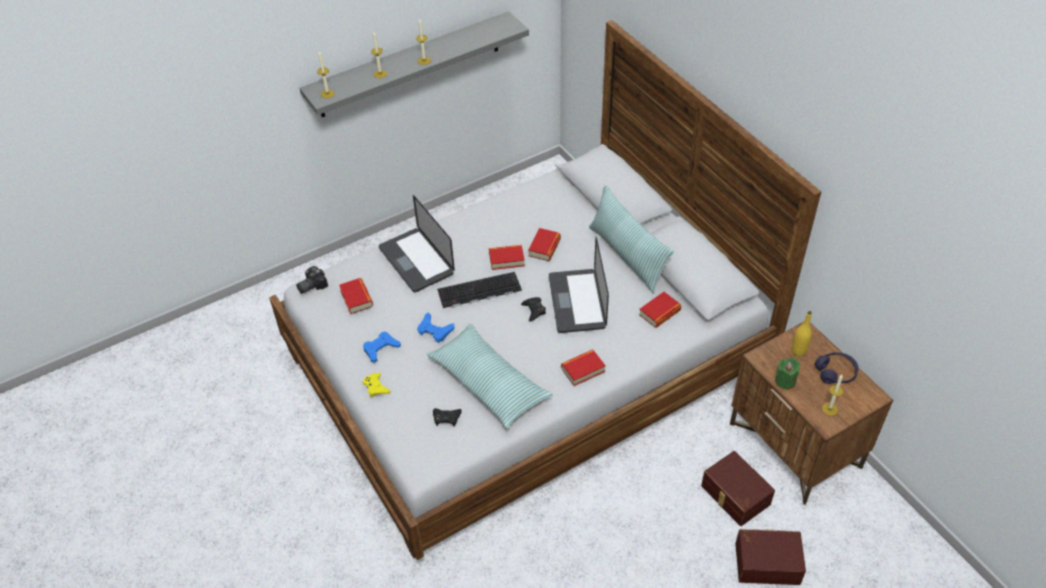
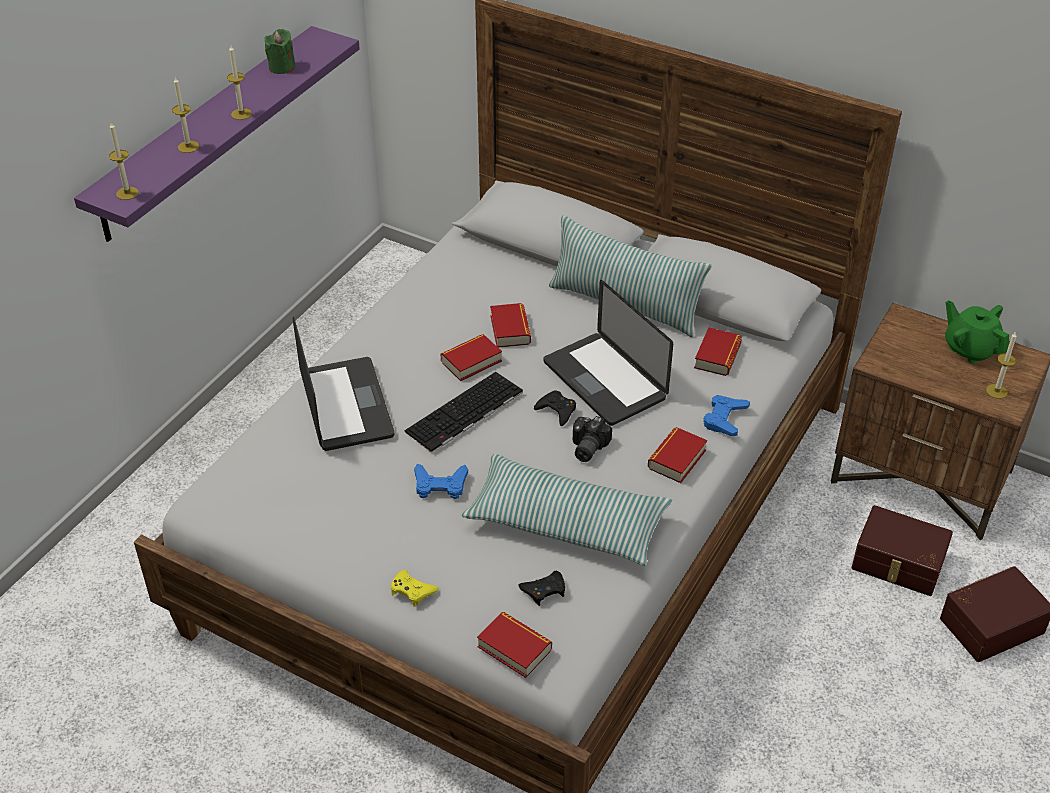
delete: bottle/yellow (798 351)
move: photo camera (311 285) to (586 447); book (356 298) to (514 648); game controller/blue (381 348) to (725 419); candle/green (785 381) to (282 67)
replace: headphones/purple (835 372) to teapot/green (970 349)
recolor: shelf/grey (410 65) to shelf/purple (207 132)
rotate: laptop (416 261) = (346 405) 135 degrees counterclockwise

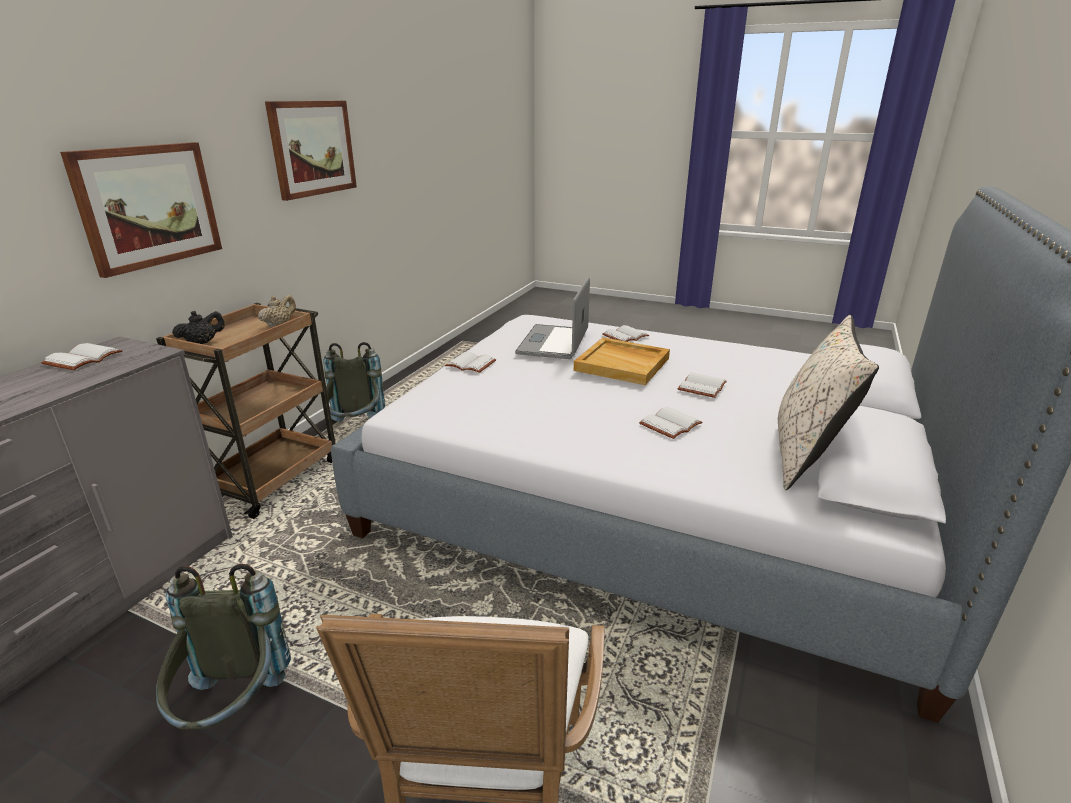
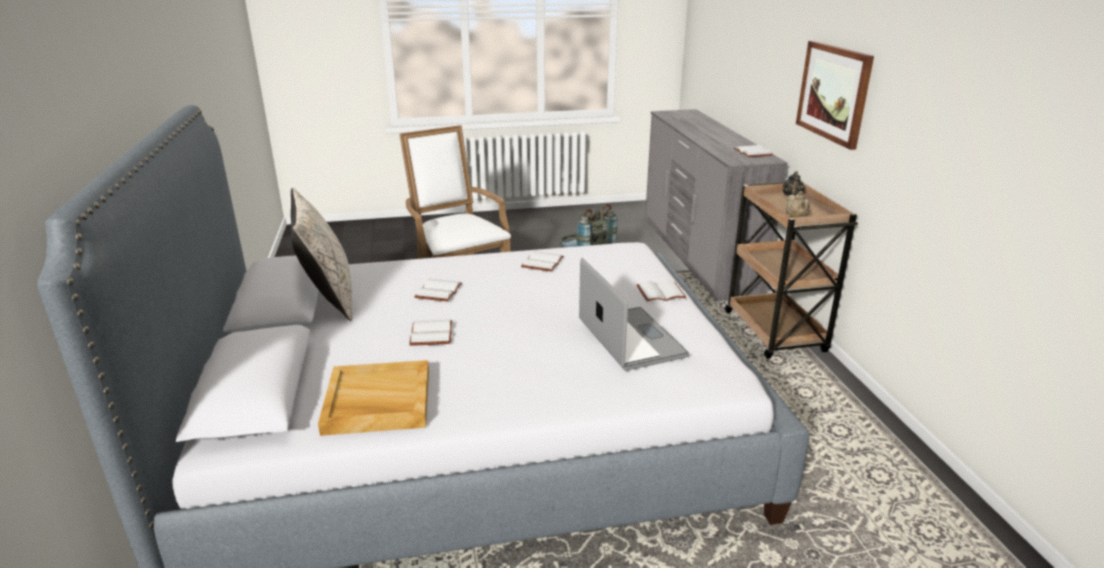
delete: picture (312 148); backpack/grey (356 428)
move: tray/beige (623 364) to (377 401); book/white (625 336) to (541 262)

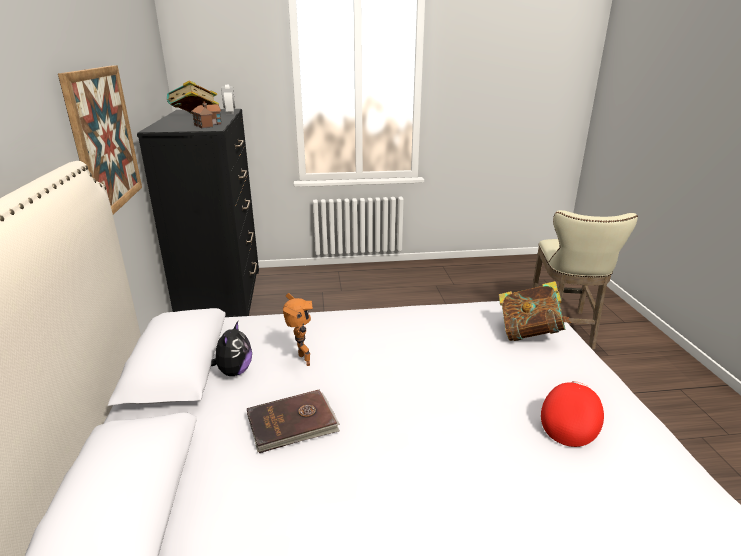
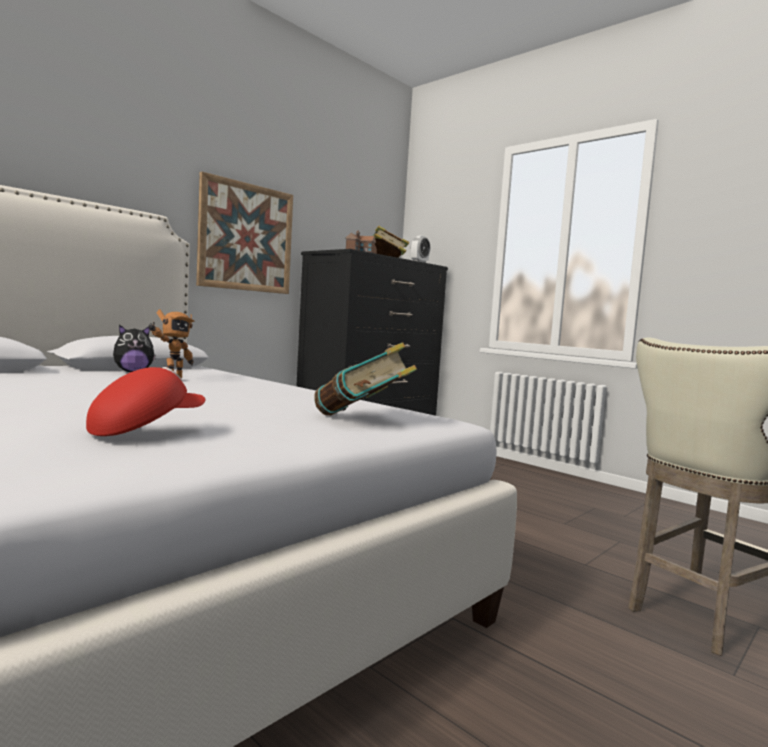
delete: book/brown (293 424)
rotate: cap/red (569 422) = (145 428) 45 degrees counterclockwise

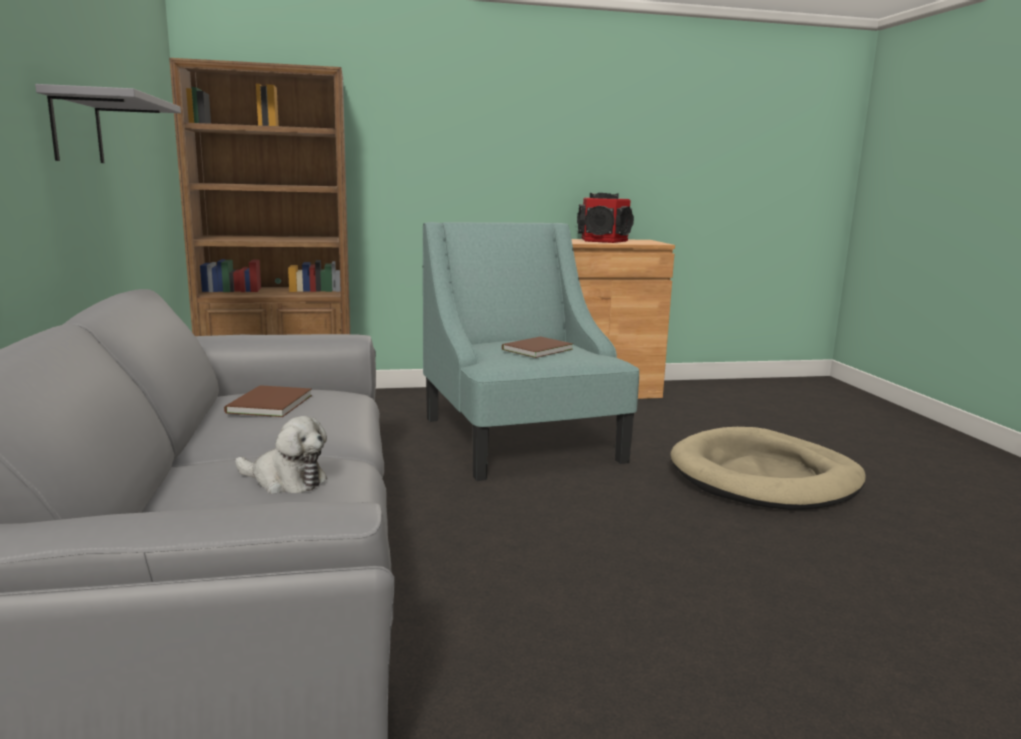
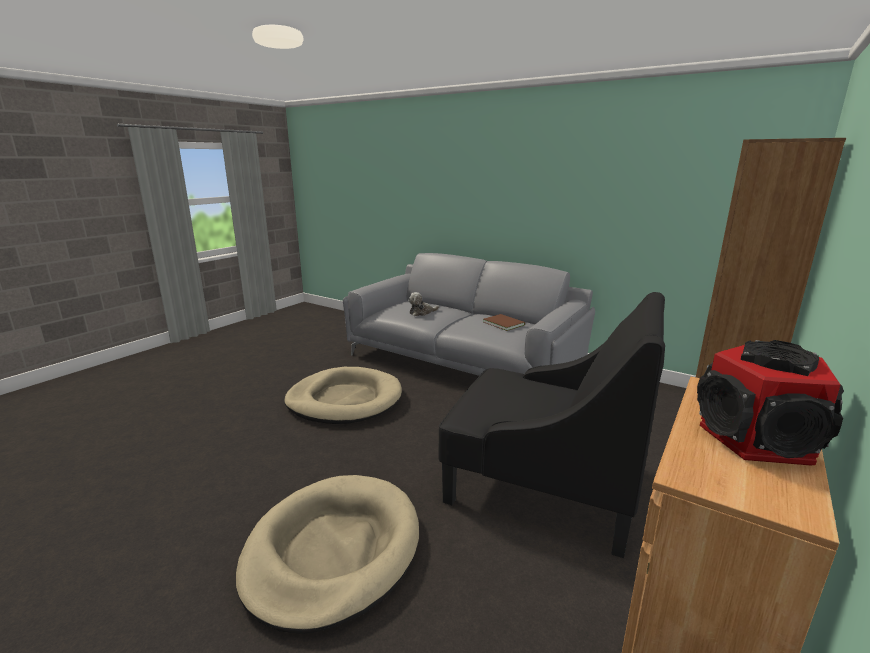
delete: shelf/grey (76 128); book/brown (535 349)
insert: dog bed/beige (344 400)
recolor: armchair/turquoise (521 439) to armchair/black (542 483)

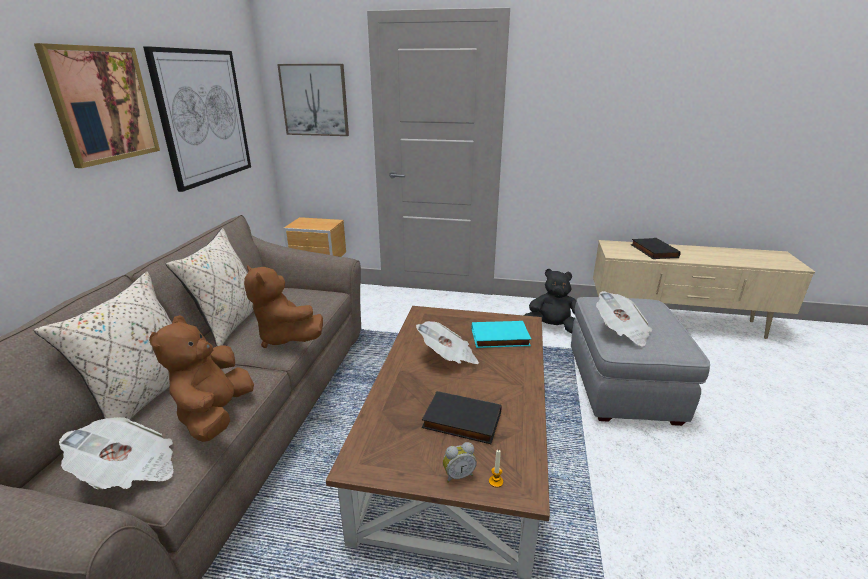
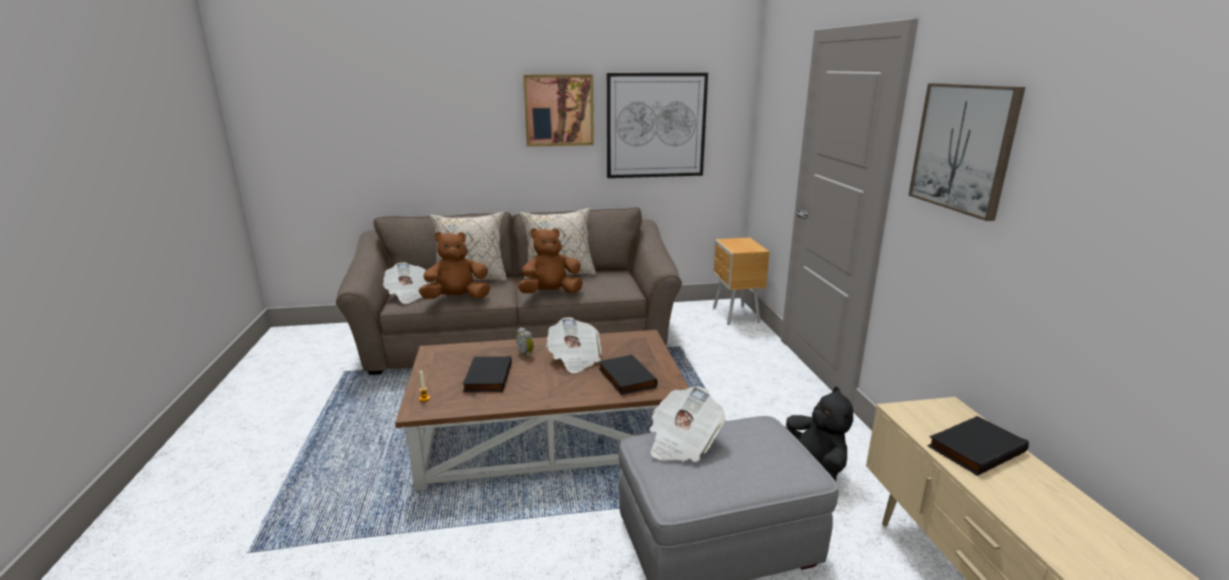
move: picture (315 100) to (963 148); alarm clock (458 475) to (526 353)
recolor: book/turquoise (499 338) to book/black (625 378)
rotate: plush toy/brown (285 337) = (550 293) 45 degrees clockwise

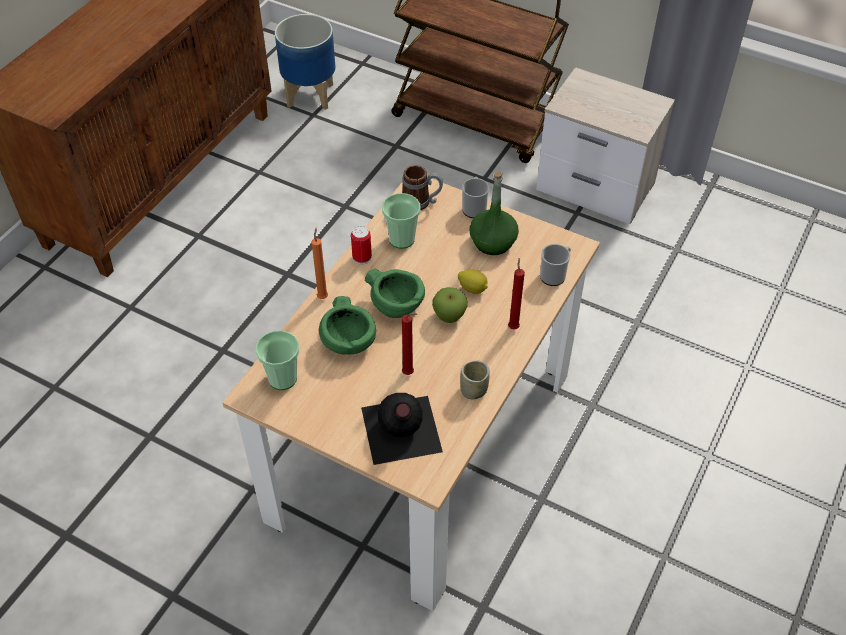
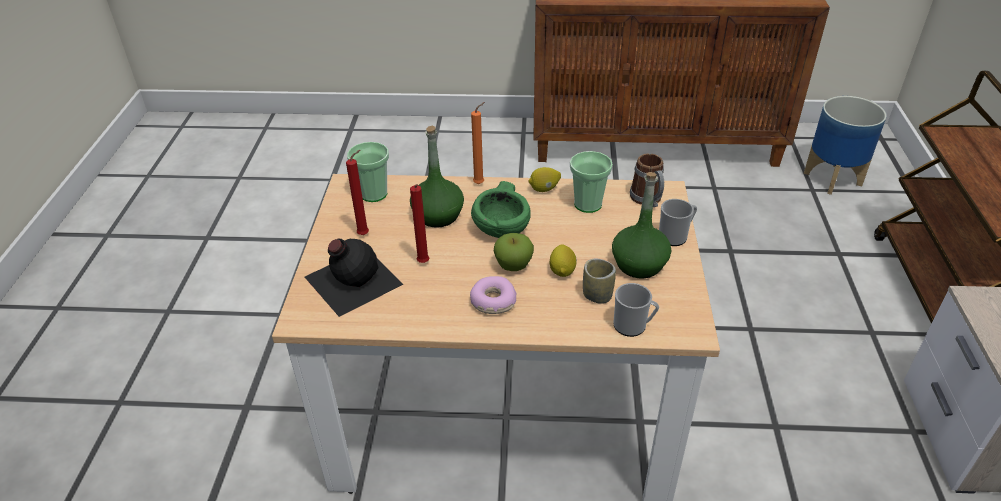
insert: donut (492 301)
move: cup (473 390) to (597 295); candle/red (513 326) to (365 234)
replace: bowl/green (349 342) to bottle/green (438 215); can (362 257) to lemon (544 189)

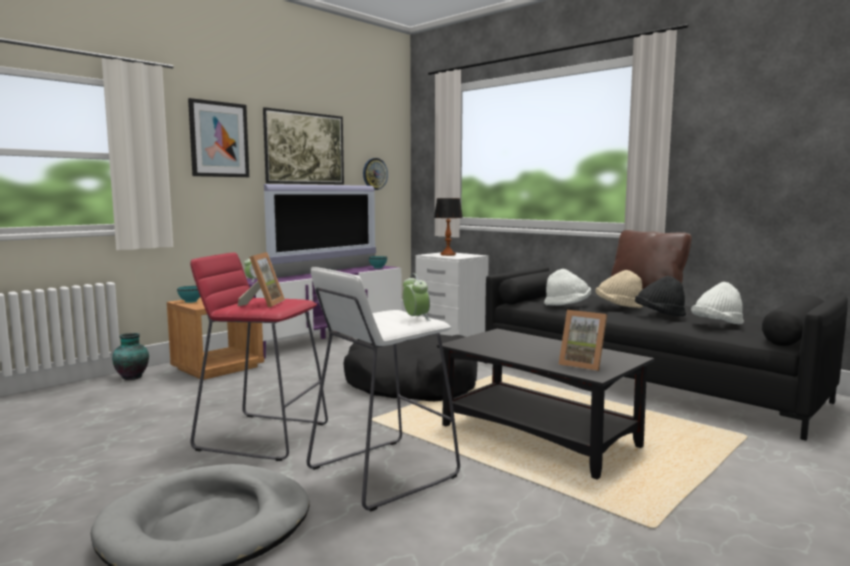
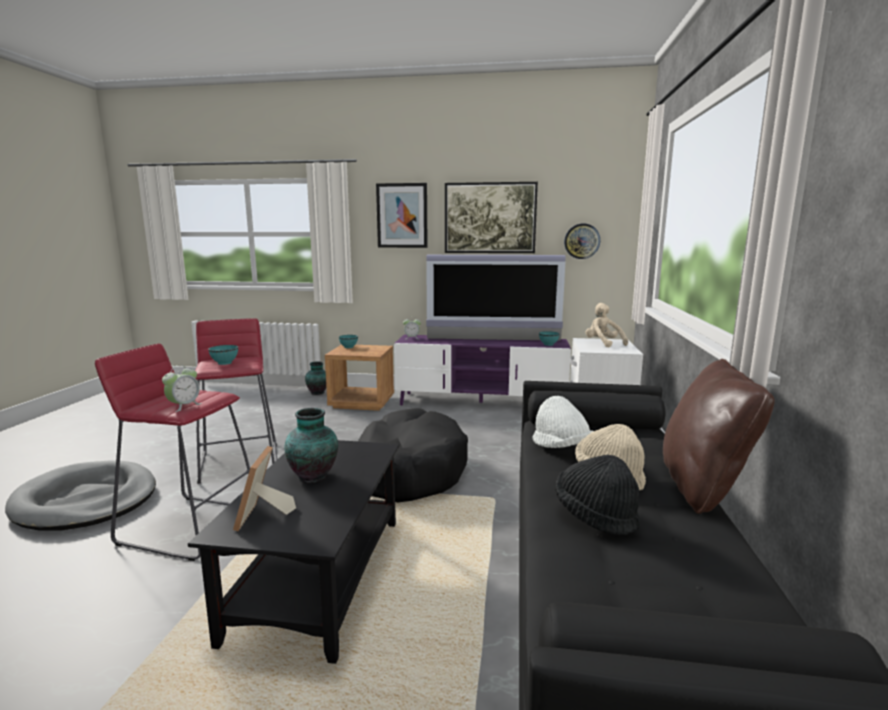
delete: hat/white (717 324)
insert: vase (314 476)
replace: picture frame (263 304) to bowl/turquoise (225 363); table lamp (448 254) to plush toy/beige (603 344)
recolor: stool/white (381 472) to stool/red (190 525)

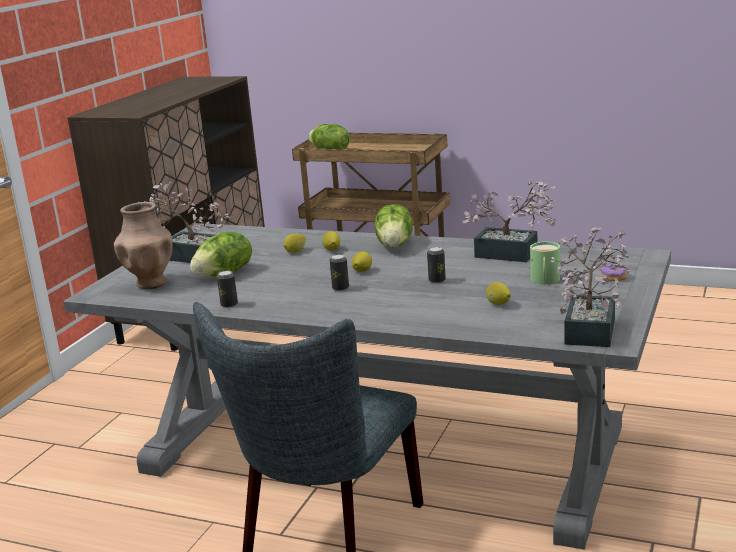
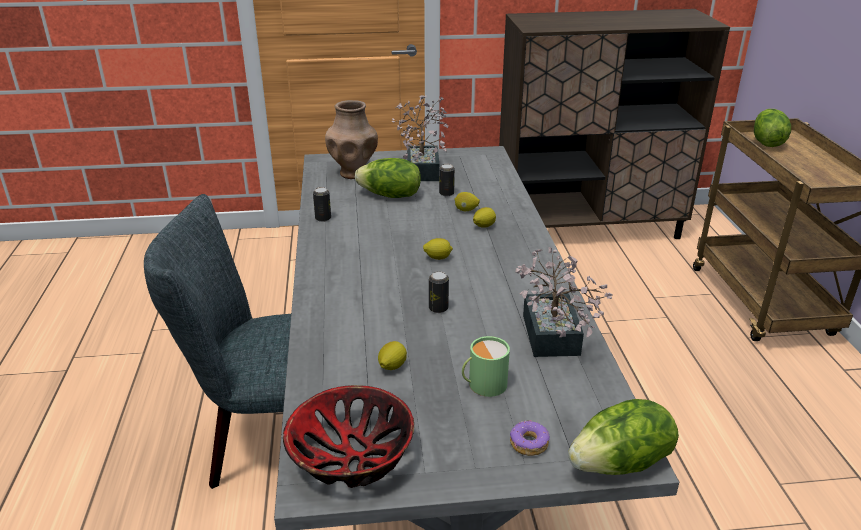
move: can (340 288) to (446 193); lettuce (395 245) to (621 463)
replace: potted plant (592 327) to bowl (350 457)

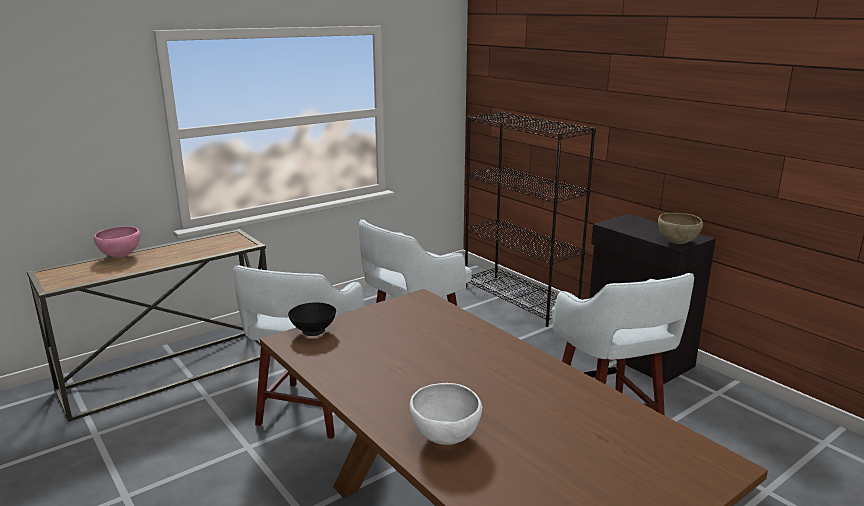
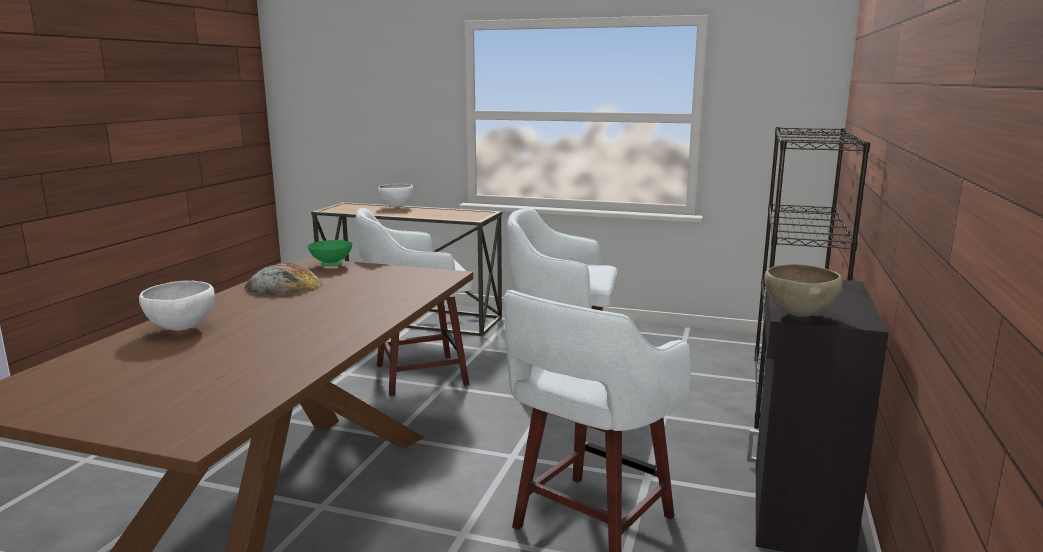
insert: bread (283 286)
recolor: bowl/pink (121 256) to bowl/white (396 207); bowl/black (313 333) to bowl/green (330 265)

